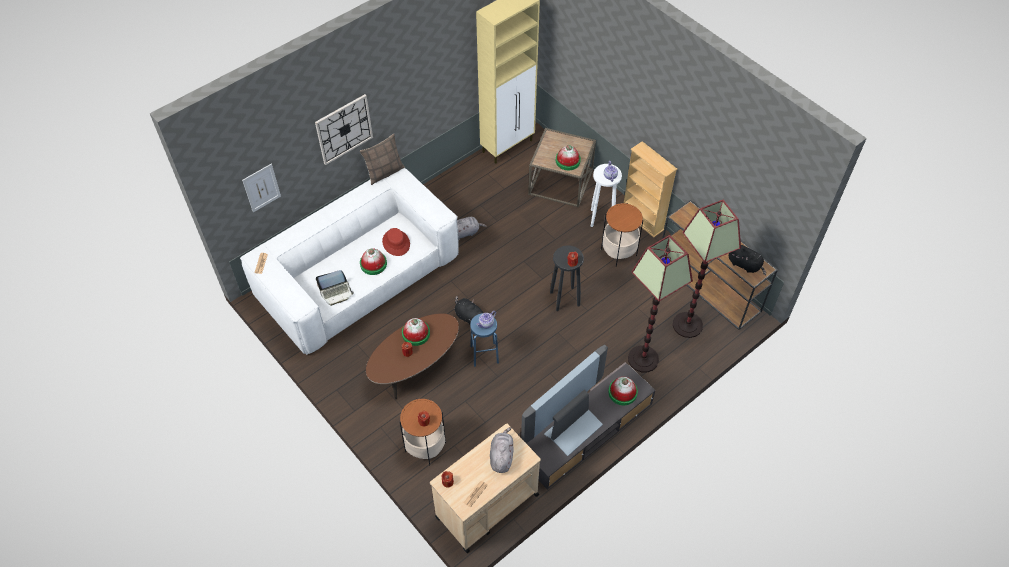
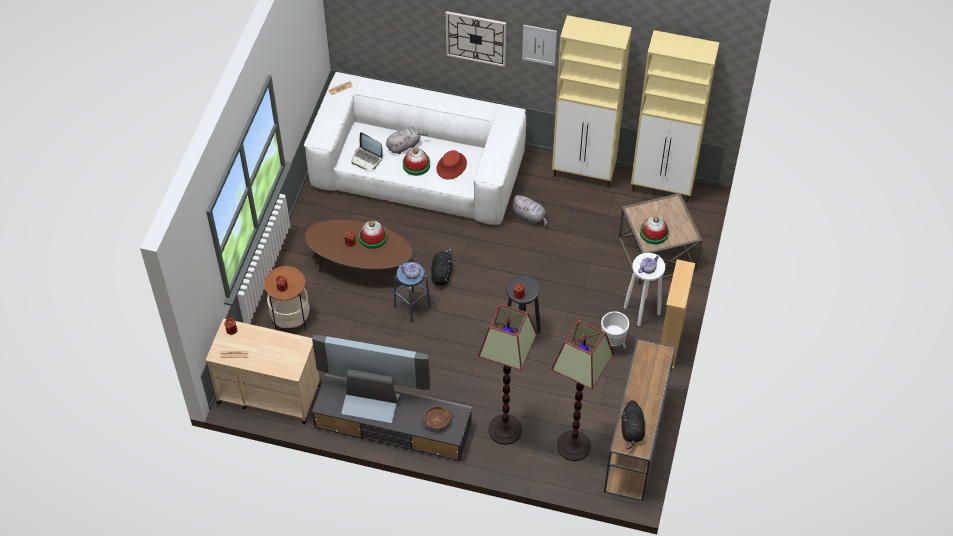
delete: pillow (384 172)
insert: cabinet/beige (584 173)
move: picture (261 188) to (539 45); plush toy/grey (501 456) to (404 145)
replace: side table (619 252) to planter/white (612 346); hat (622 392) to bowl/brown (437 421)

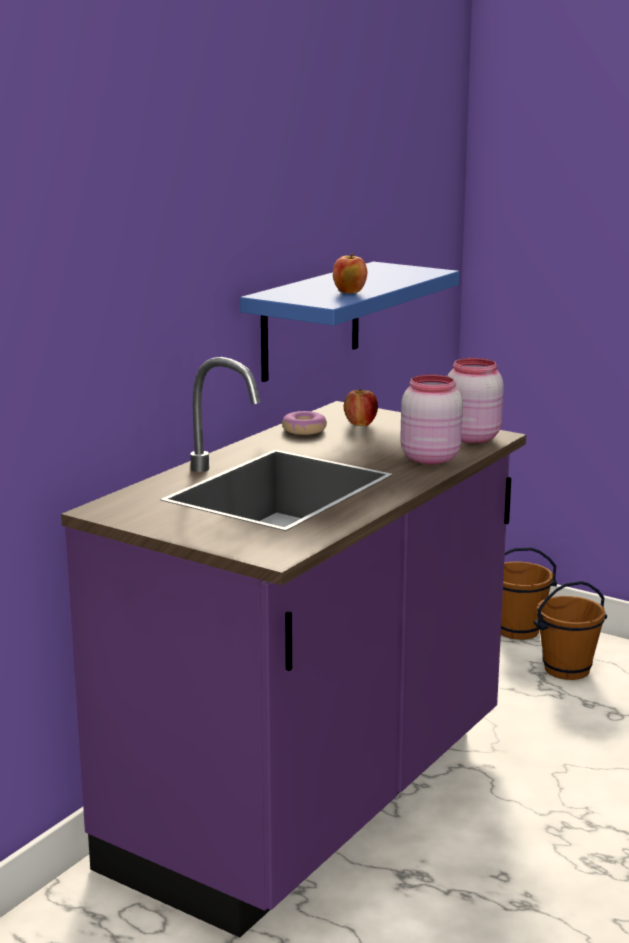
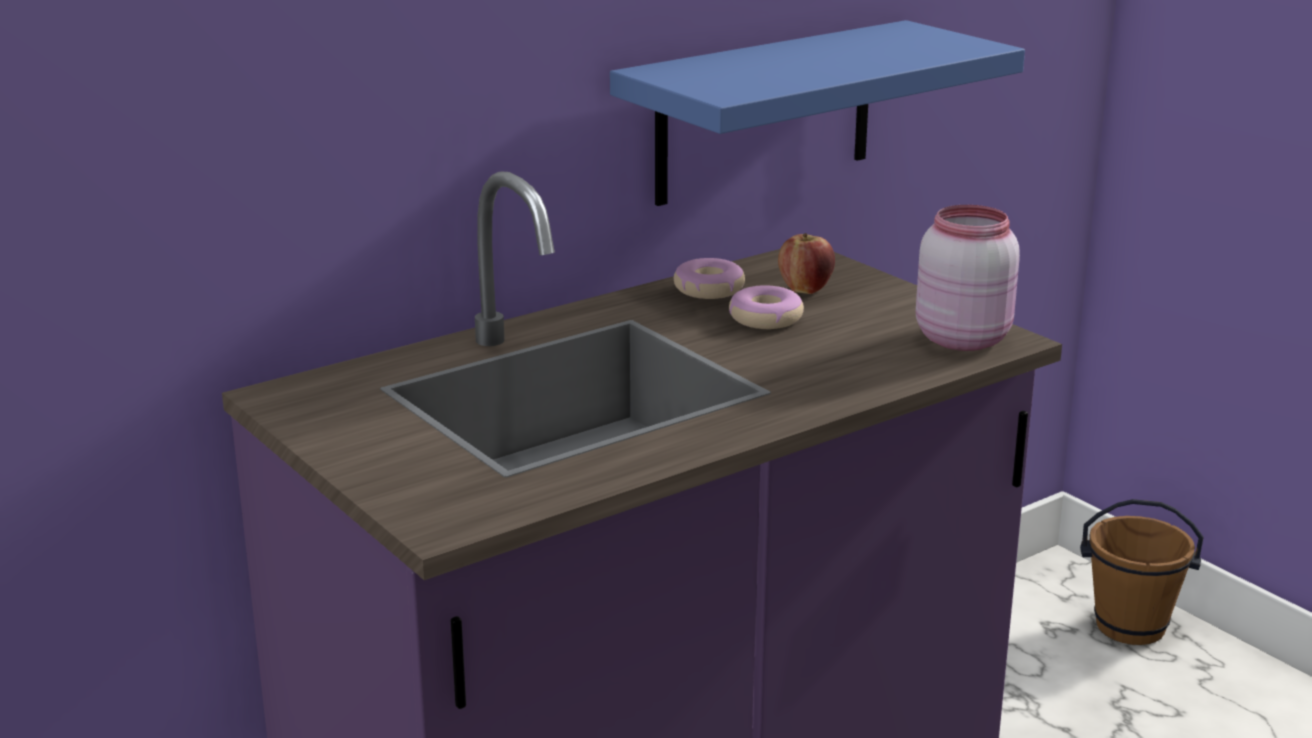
delete: apple (349 292); jar/pink (429 458); bucket/brown (566 669)
insert: donut (766 318)

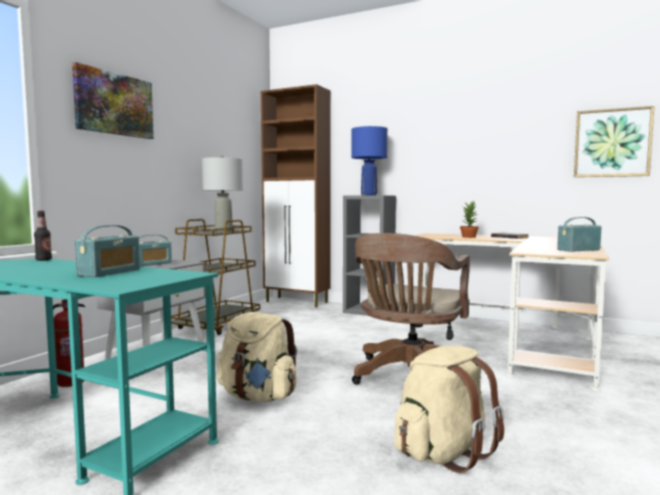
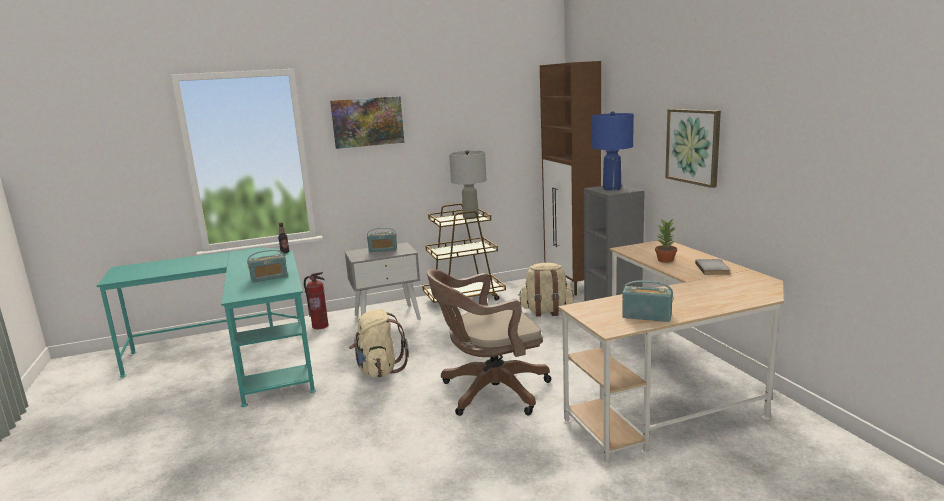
move: backpack/beige (443 453) to (546 311); picture (612 143) to (693 146)

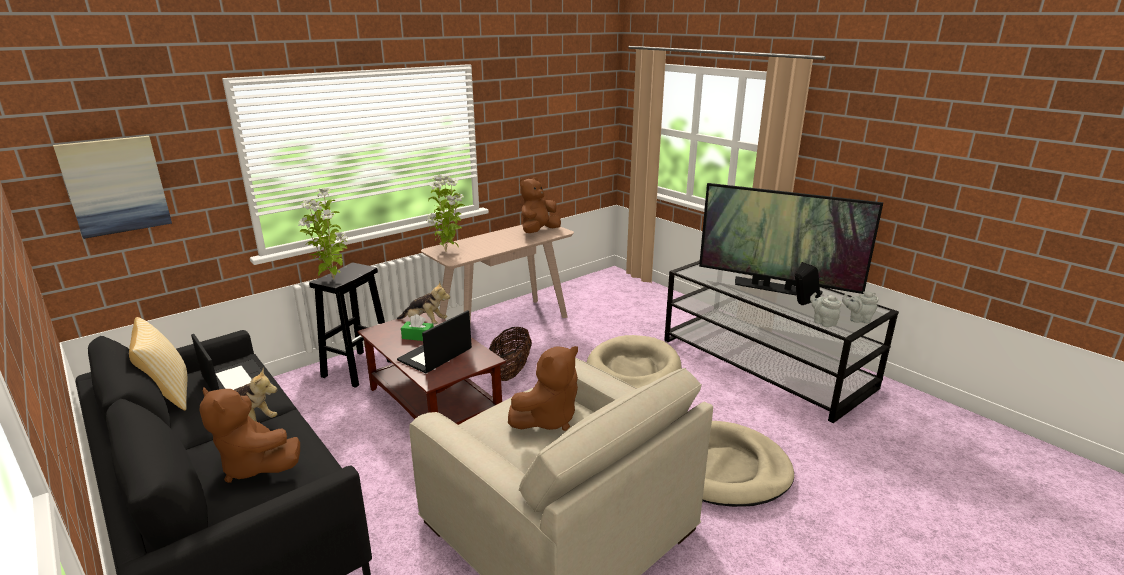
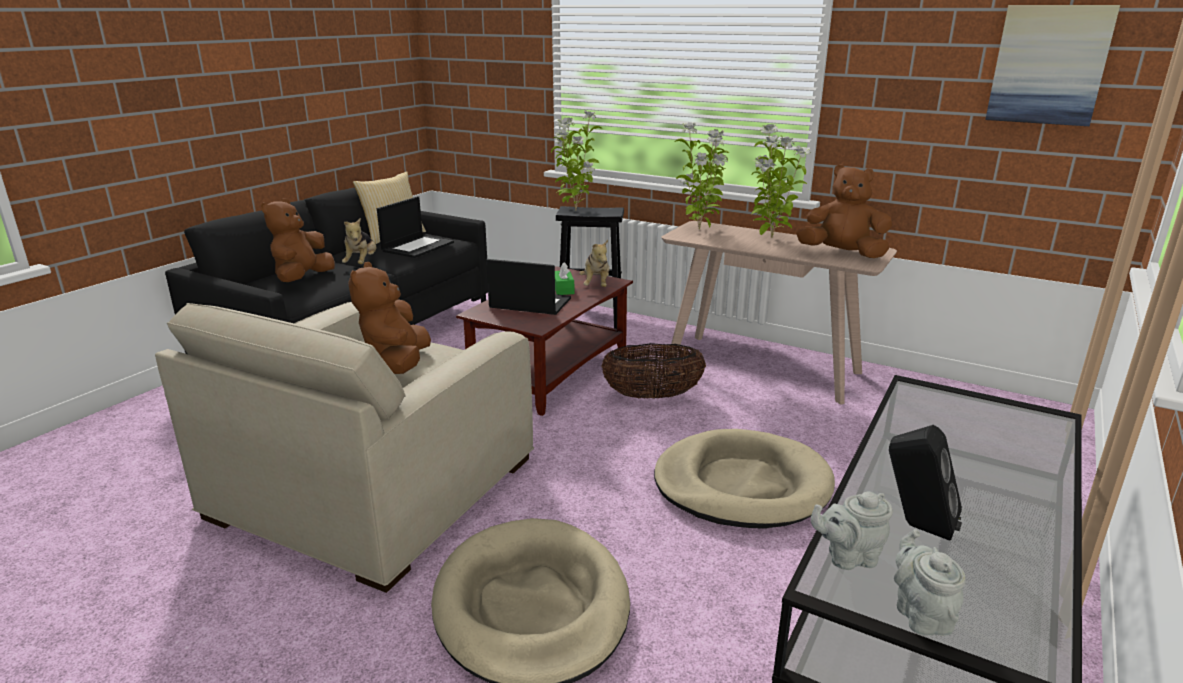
delete: television (776 288)
insert: potted plant (770 238)
move: picture (115 186) to (1049 65)
rotate: plush toy/brown (548 419) = (397 364) 60 degrees clockwise; teapot/grey (823 322) = (848 557) 135 degrees counterclockwise

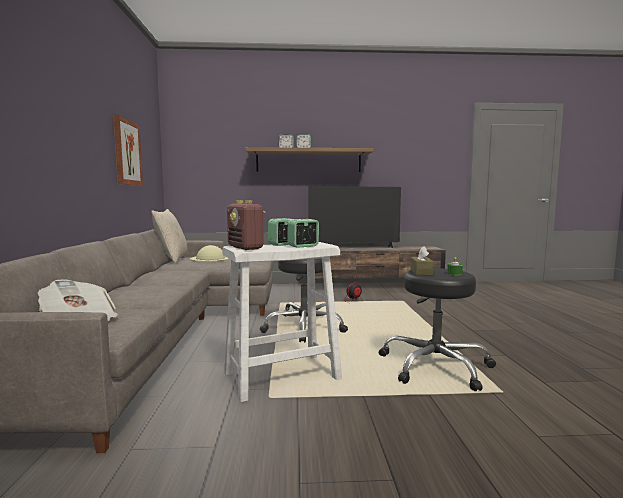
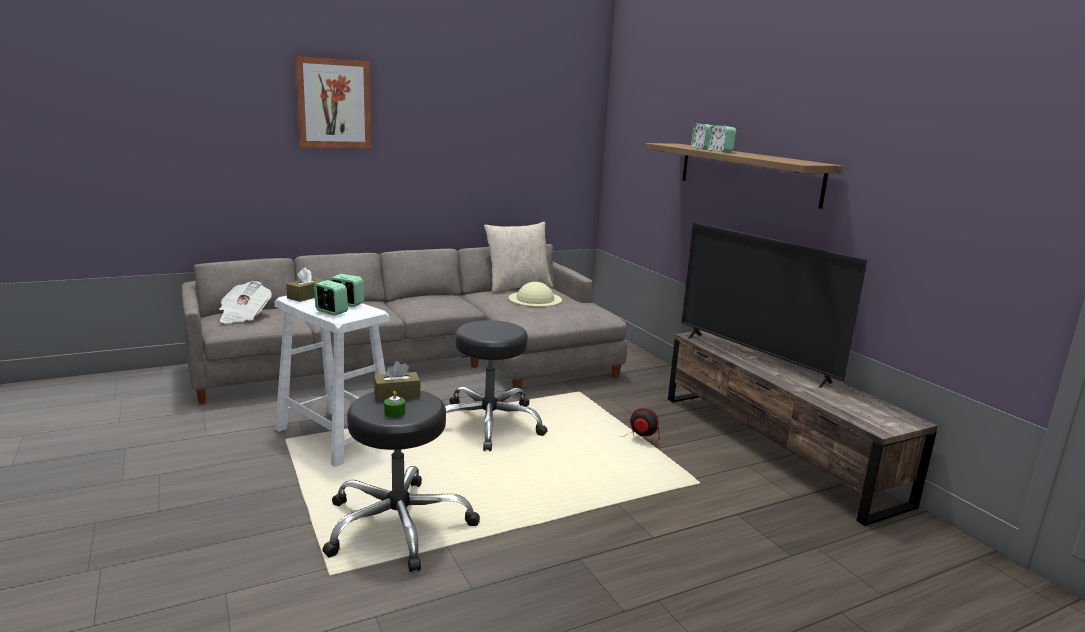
move: picture (127 153) to (334 104)
replace: radio (245 248) to tissue box/brown (307 296)

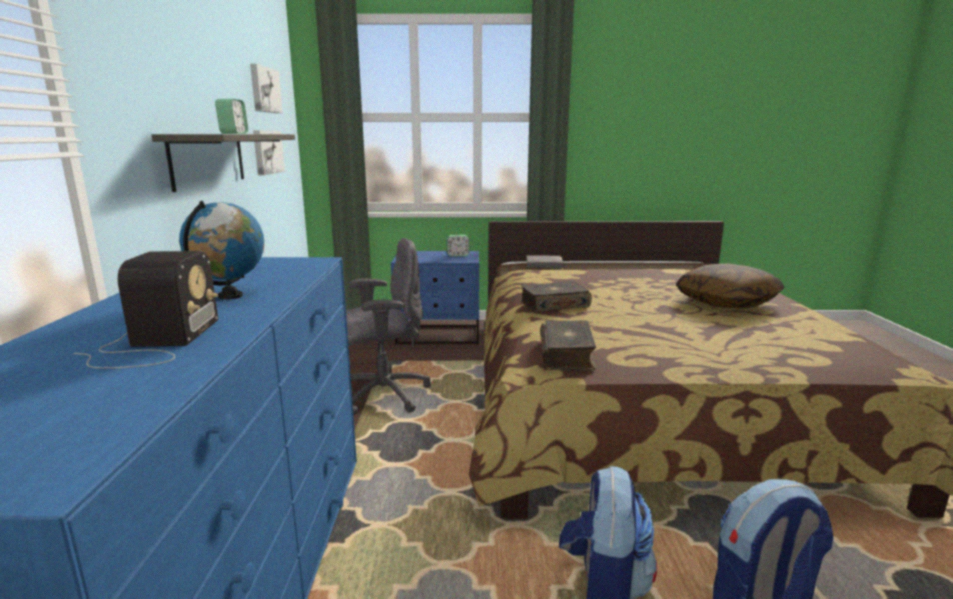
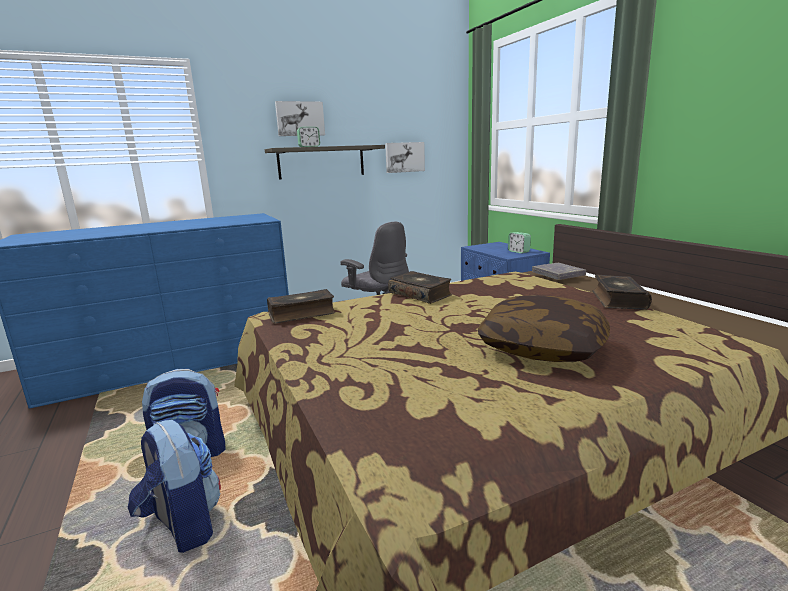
delete: radio (156 343); globe (230 296)
insert: book (618 300)
move: picture (264 90) to (300 119)

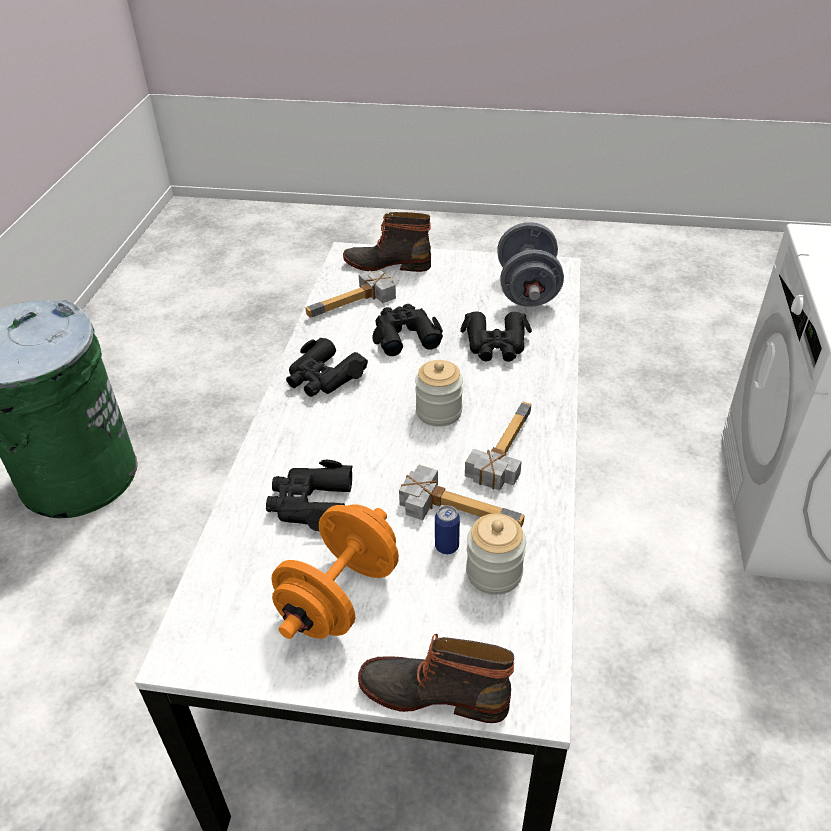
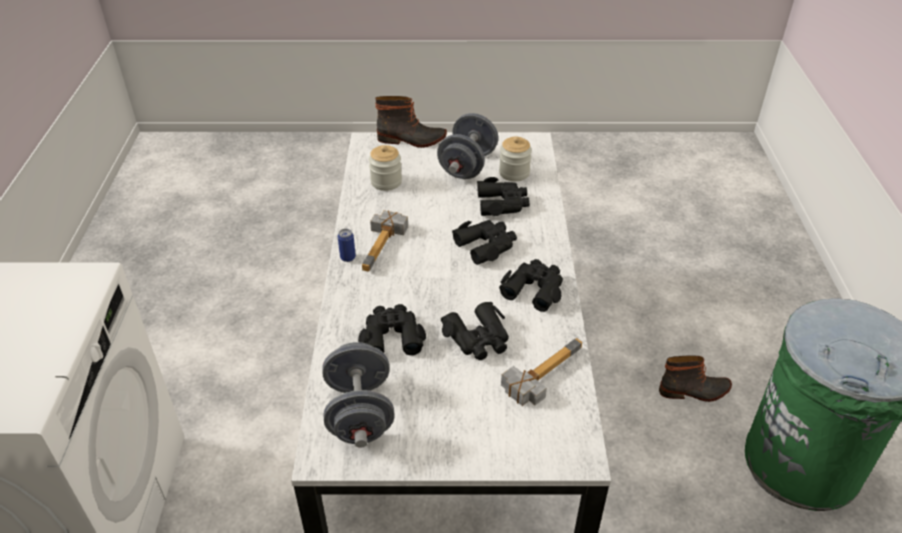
delete: hammer (459 505)
insert: binoculars/black (486 245)
move: boot (387 263) to (694 391); jar (439 412) to (514 173); can (447 546) to (348 257)
recolor: dumbbell/orange (339 597) to dumbbell/grey (467 166)

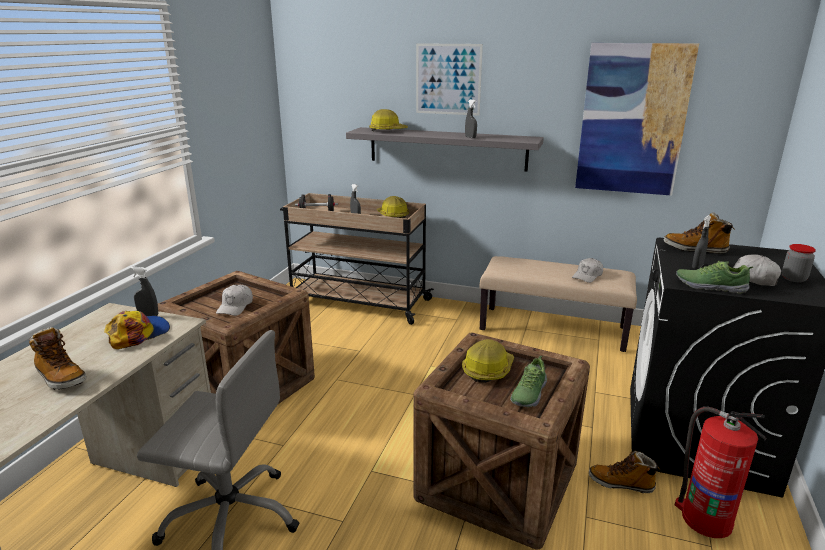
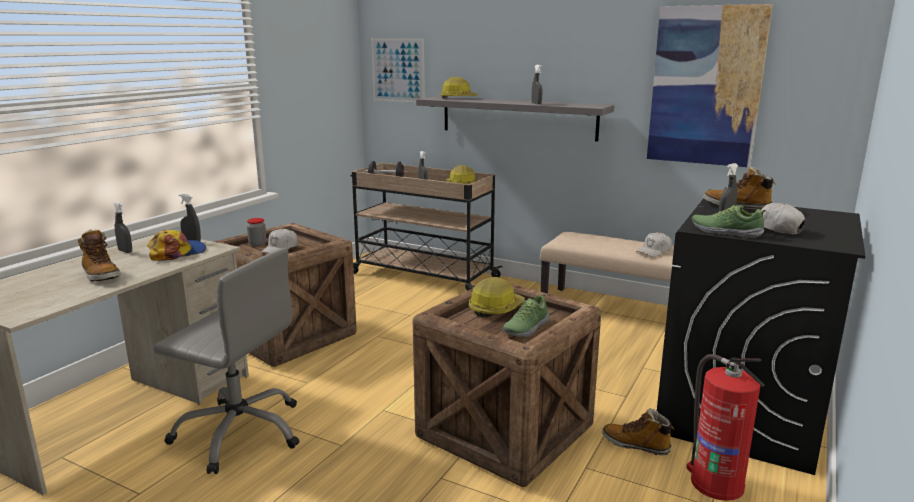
insert: spray bottle/grey (125 251)
move: picture (448 79) to (398 70); jar (793 279) to (257 244)

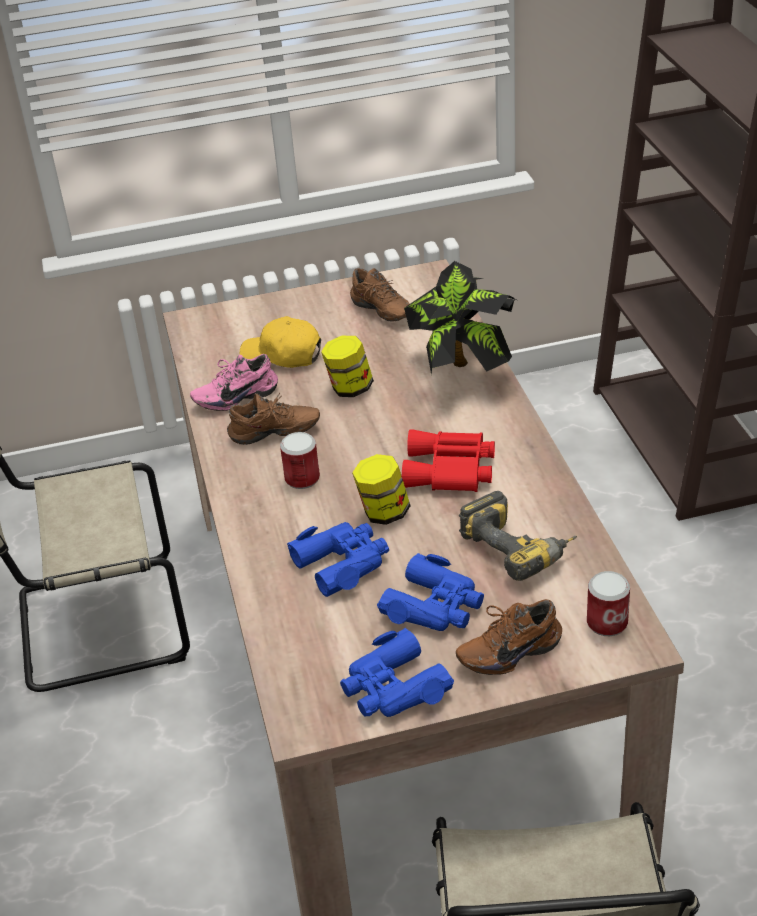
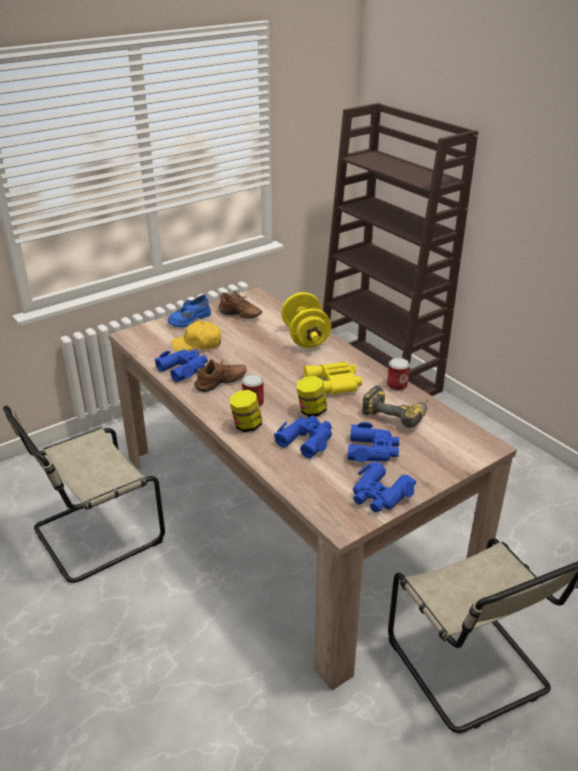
delete: shoe/brown (508 651)
insert: shoe/blue (189 319)
move: jar (349 388) to (246 426); can (607 623) to (397 385)
replace: shoe/pink (235 396) to binoculars/blue (184 369); potted plant (461 372) to dumbbell/yellow (305 337)
recolor: binoculars/red (450 471) to binoculars/yellow (334 384)

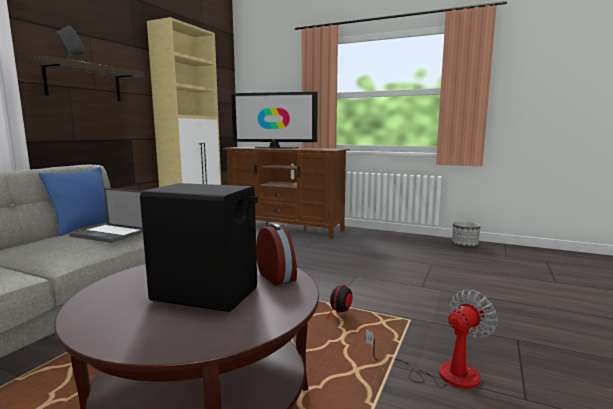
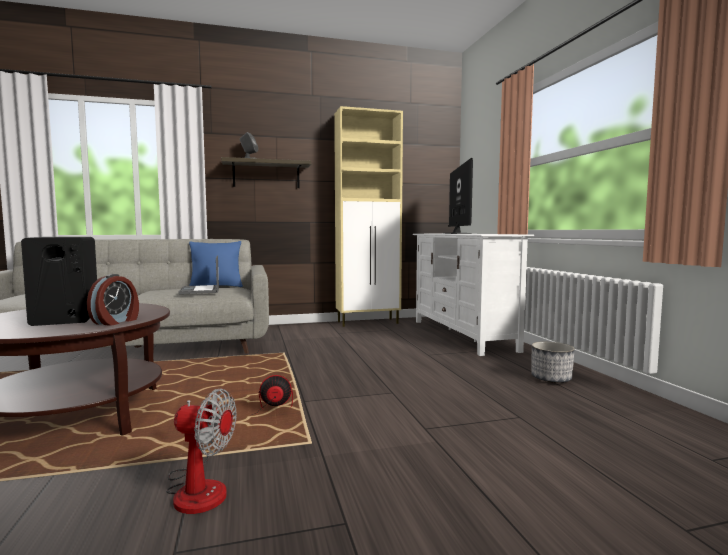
move: planter (464 245) to (551 379)
recolor: tv stand/brown (286 228) to tv stand/white (462 335)
rotate: television (274 148) = (456 233) 150 degrees counterclockwise

